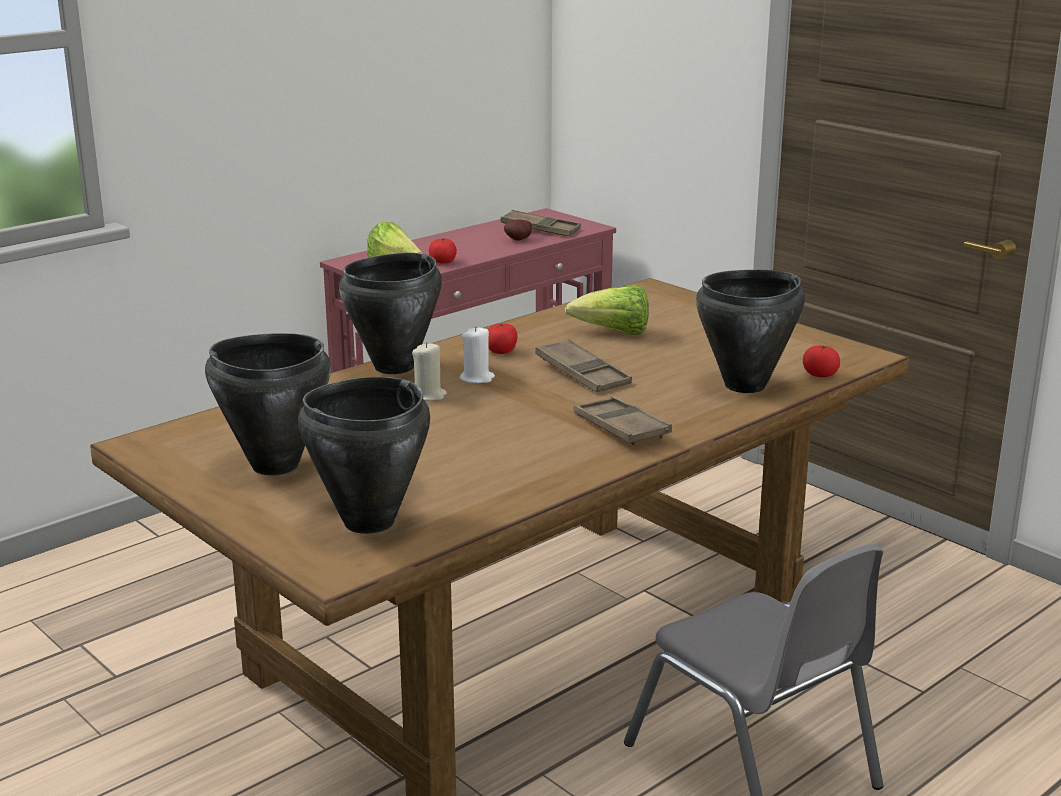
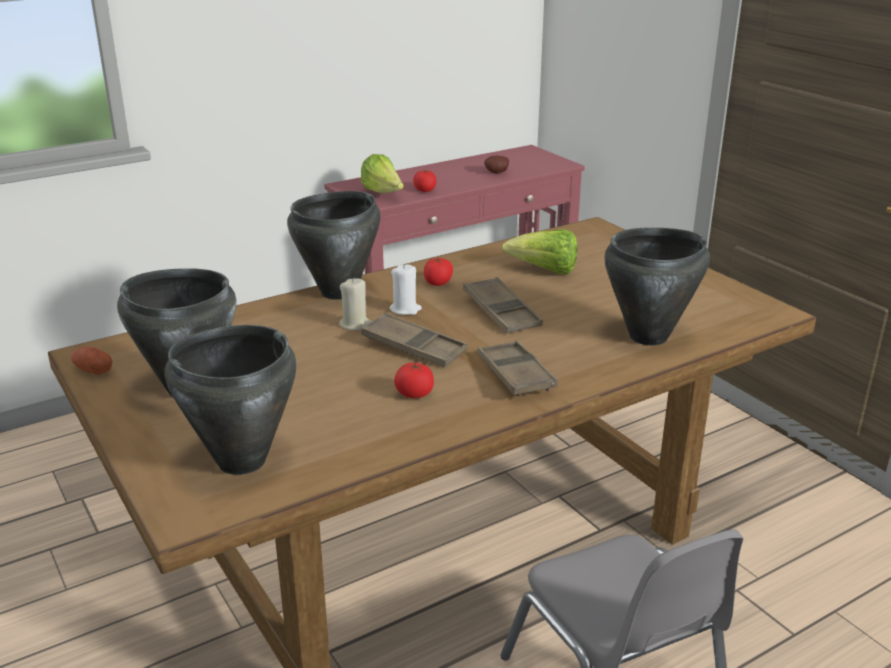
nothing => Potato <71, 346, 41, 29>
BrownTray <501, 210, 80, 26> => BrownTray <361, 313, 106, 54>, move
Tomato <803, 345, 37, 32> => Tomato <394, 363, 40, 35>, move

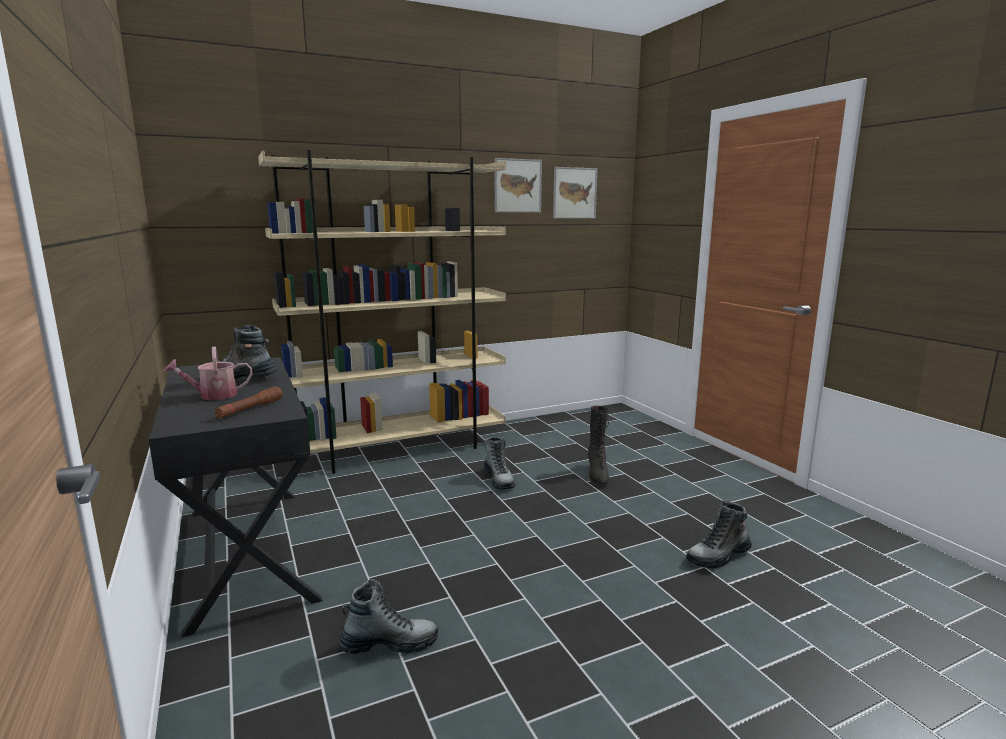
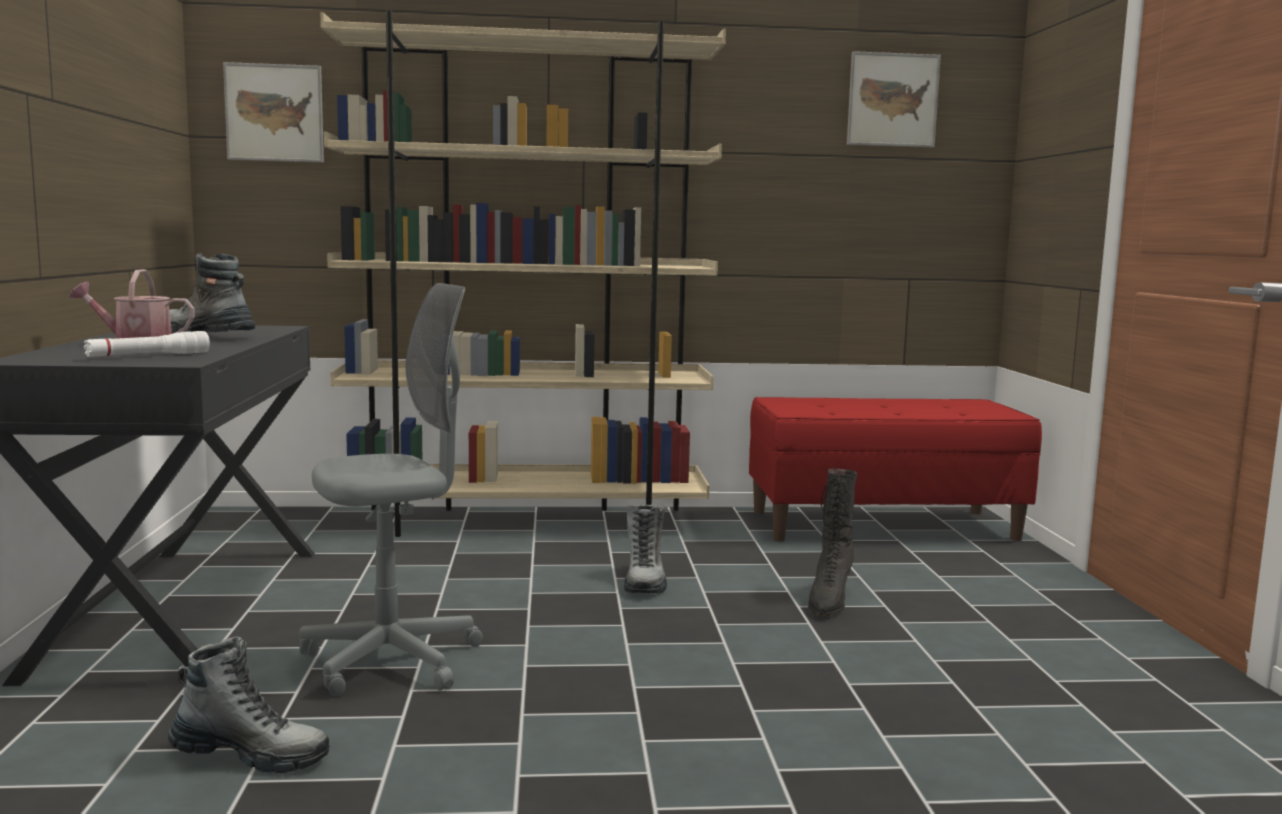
Boot <686, 500, 66, 69> => nothing
nothing => GreyOfficeChair <299, 283, 184, 414>
nothing => RedBench <749, 397, 293, 145>
Picture <495, 158, 47, 55> => Picture <223, 62, 101, 100>, move
BrownFlashlight <214, 386, 68, 33> => WhiteFlashlight <84, 331, 126, 26>

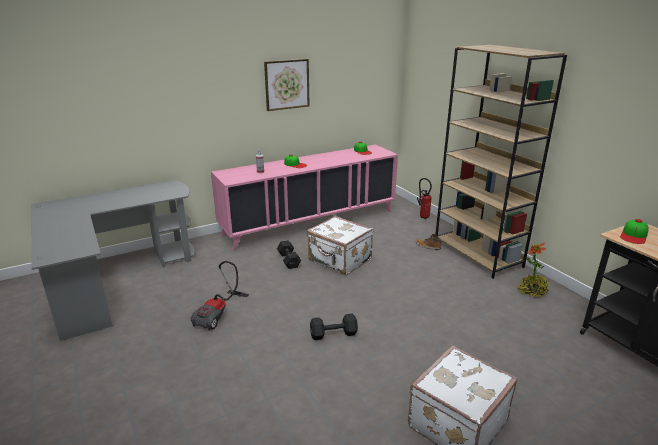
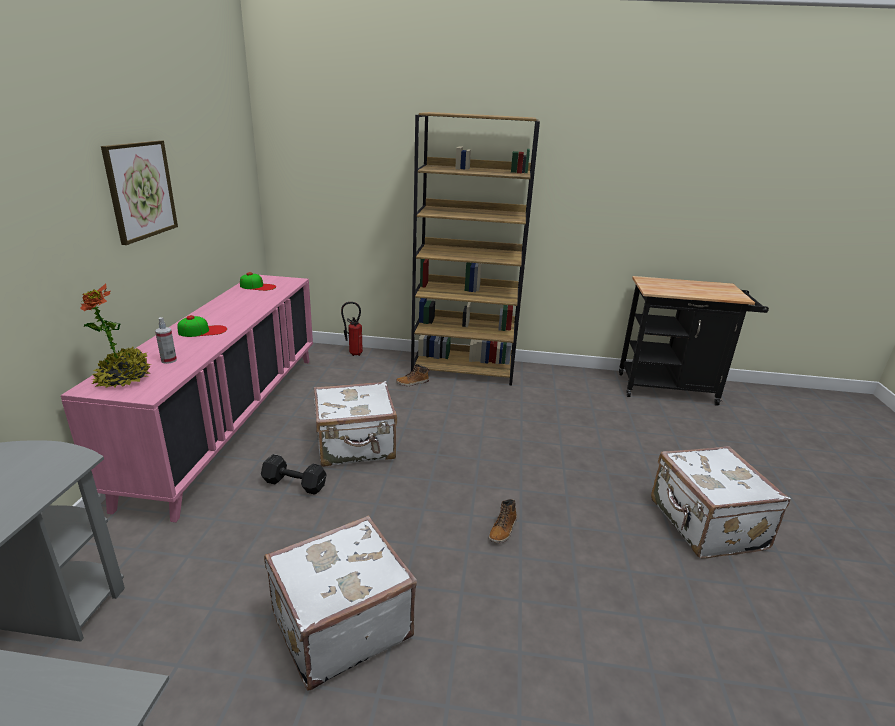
Cap <620, 219, 29, 25> => nothing
PottedPlant <517, 242, 32, 55> => PottedPlant <80, 283, 71, 105>, move
VacuumCleaner <190, 261, 59, 70> => WhiteSuitcase <264, 515, 153, 175>
BlackDumbbell <310, 314, 48, 26> => Boot <489, 499, 28, 44>

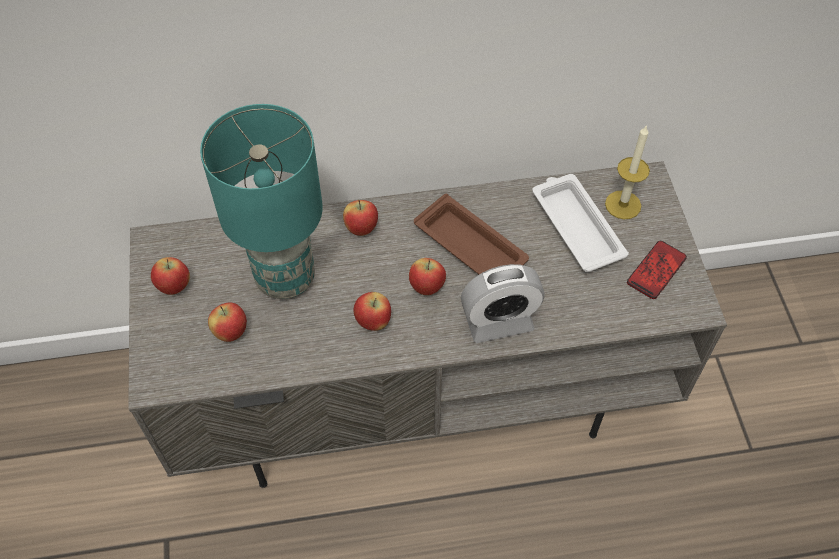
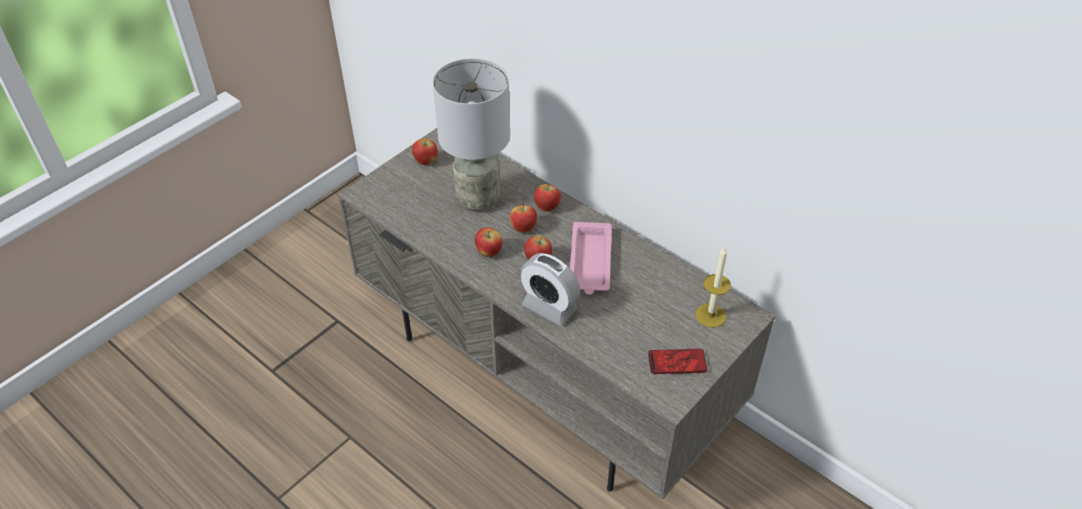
WhiteTray <532, 174, 97, 98> => nothing
Apple <208, 302, 39, 40> => Apple <510, 203, 27, 30>, move
TurquoiseTableLamp <200, 104, 123, 195> => GreyTableLamp <433, 58, 77, 153>
BrownTray <414, 194, 115, 81> => PinkTray <570, 222, 42, 73>

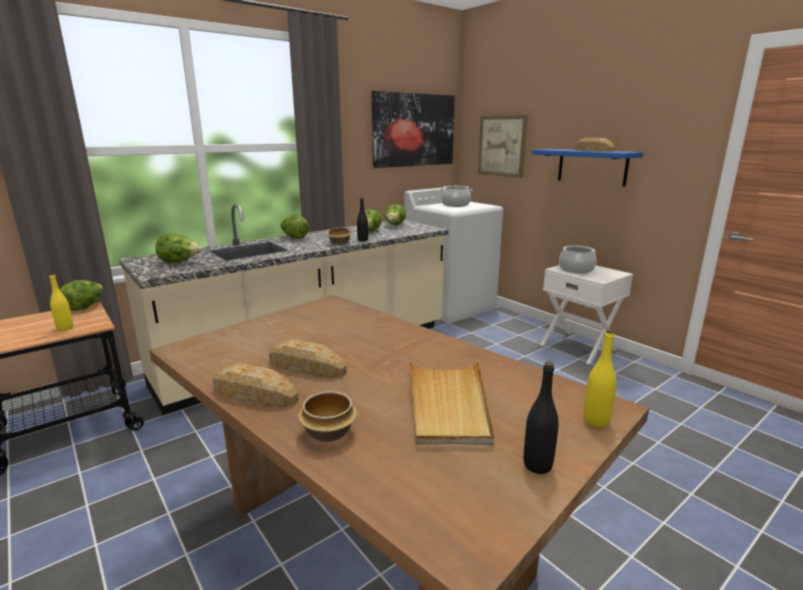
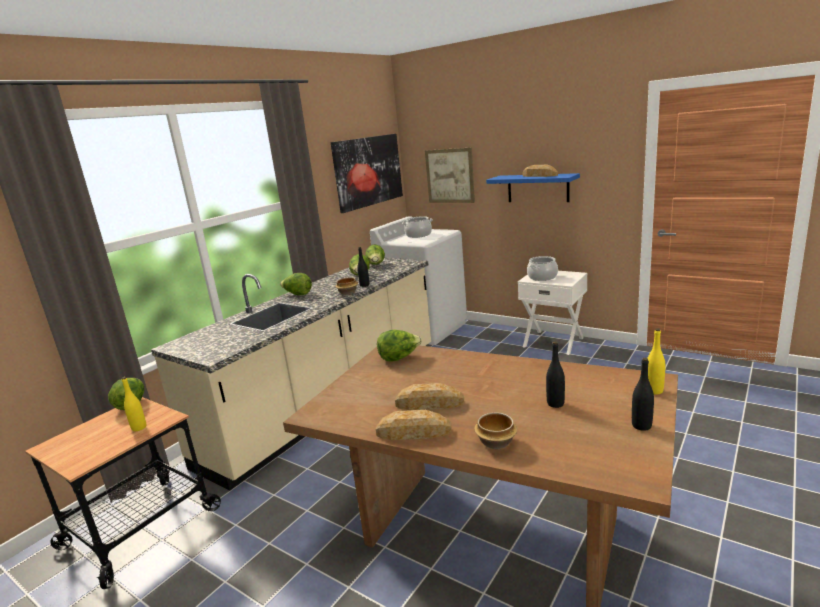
Lettuce <155, 234, 47, 29> => Lettuce <377, 330, 45, 32>, move
BeigeTray <409, 360, 85, 85> => BlackBottle <546, 341, 19, 67>

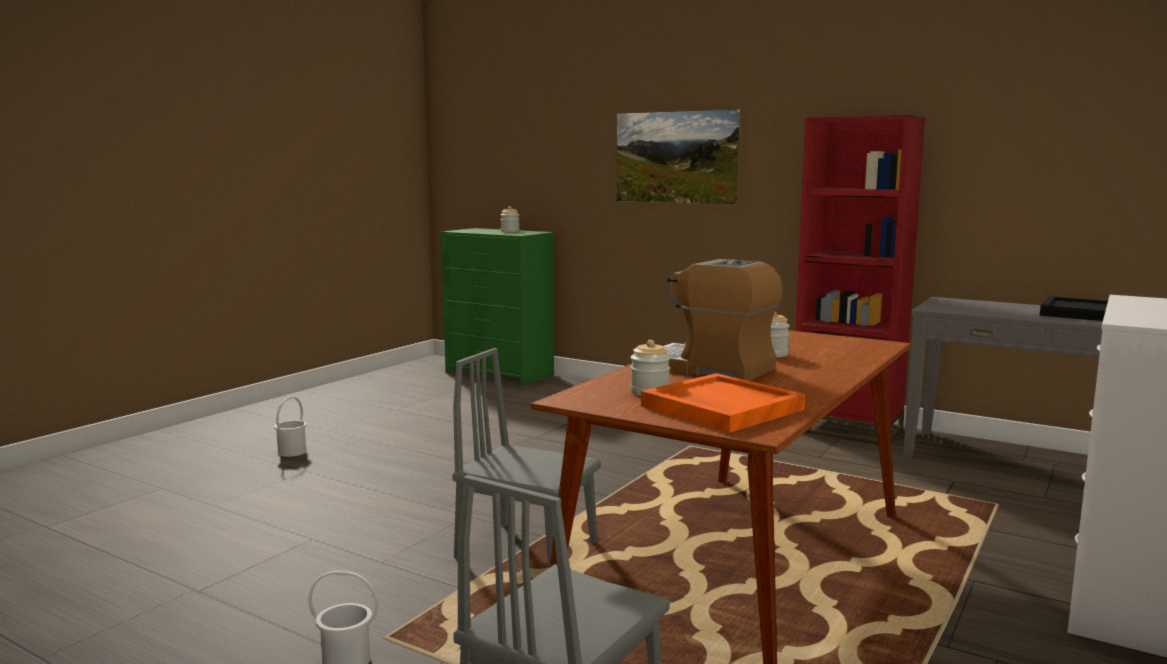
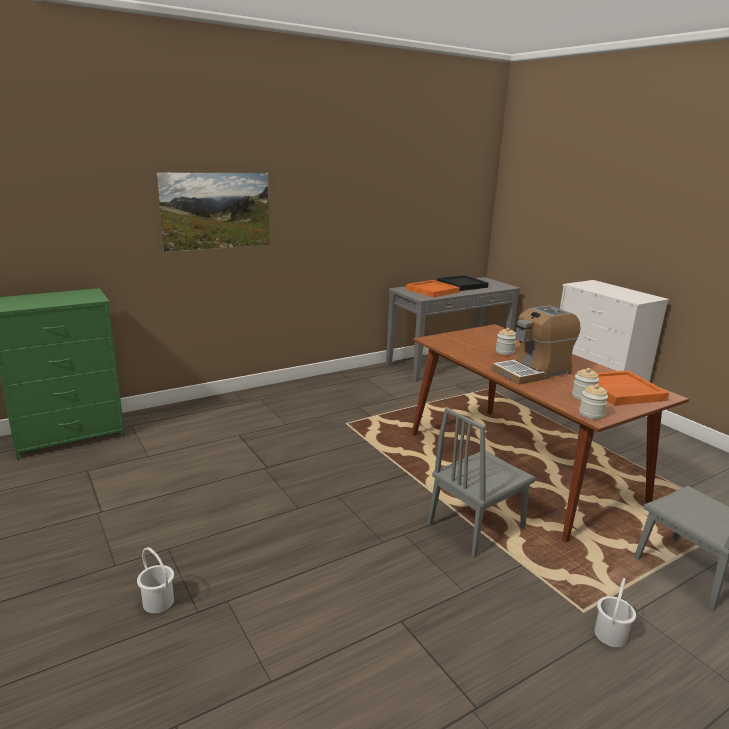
RedBookcase <795, 115, 131, 330> => nothing
nothing => OrangeTray <406, 280, 54, 18>
Jar <501, 206, 18, 26> => Jar <579, 384, 29, 35>, move

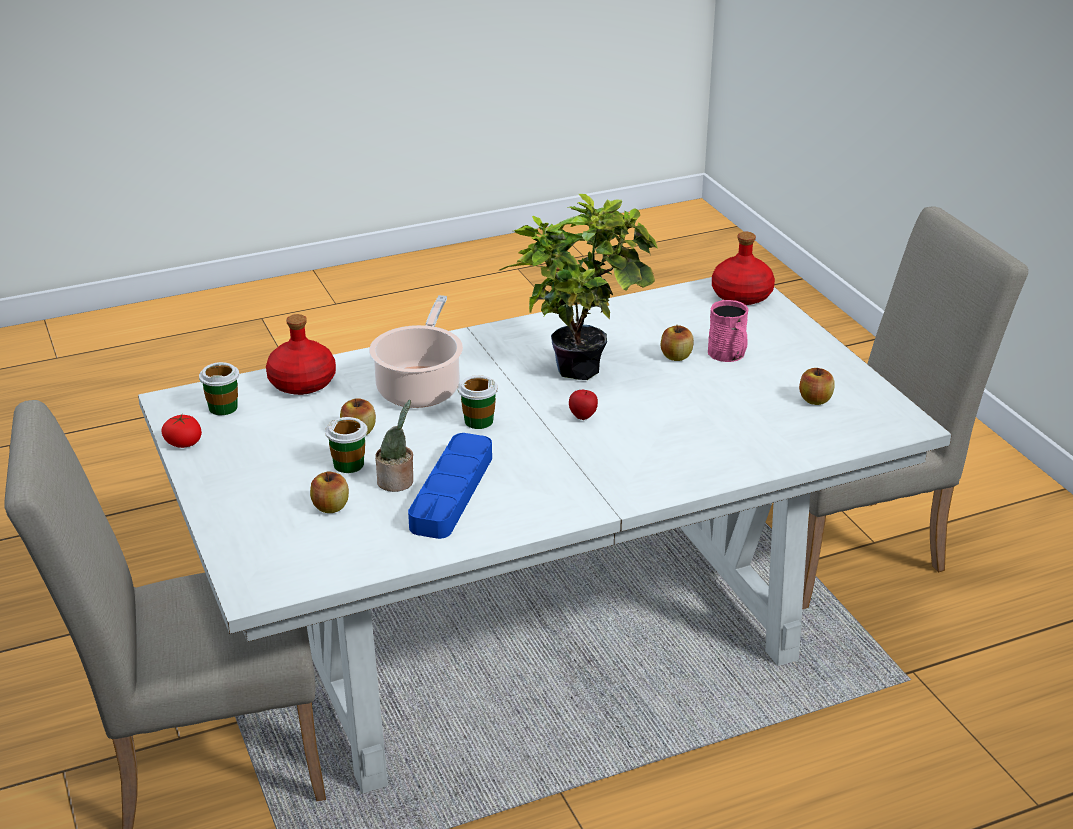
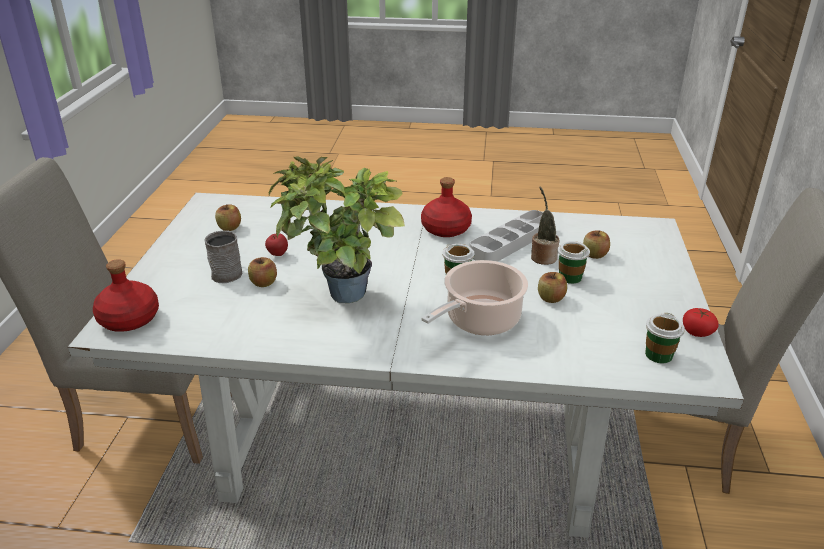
RedBottle <266, 314, 70, 81> => RedBottle <421, 177, 51, 60>, move
Apple <569, 390, 29, 30> => Apple <265, 233, 23, 23>, move
BlueTray <408, 433, 84, 106> => GreyTray <470, 210, 73, 52>
PinkMug <708, 300, 41, 62> => GreyMug <204, 231, 39, 52>

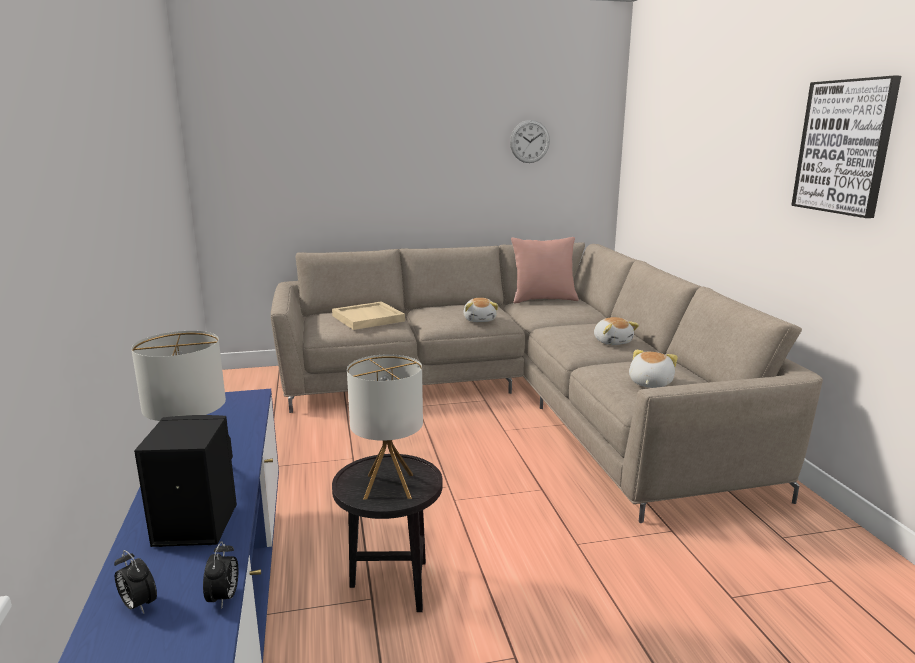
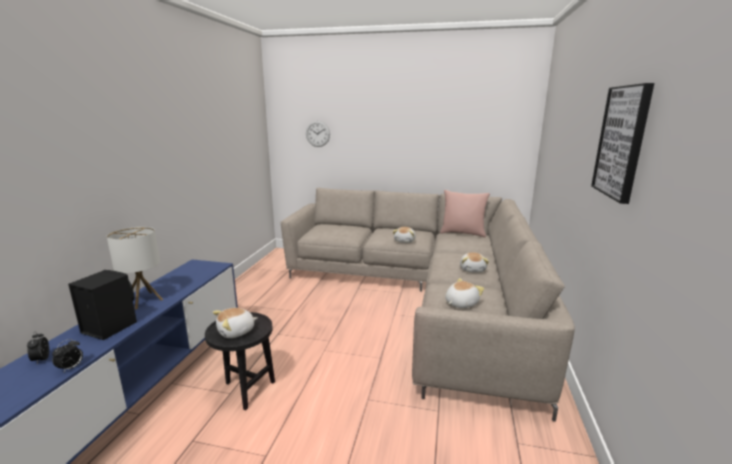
BeigeTray <332, 302, 73, 28> => nothing
WallClock <510, 120, 40, 43> => WallClock <306, 121, 24, 26>, move
TableLamp <347, 354, 76, 146> => PlushToy <213, 308, 44, 30>

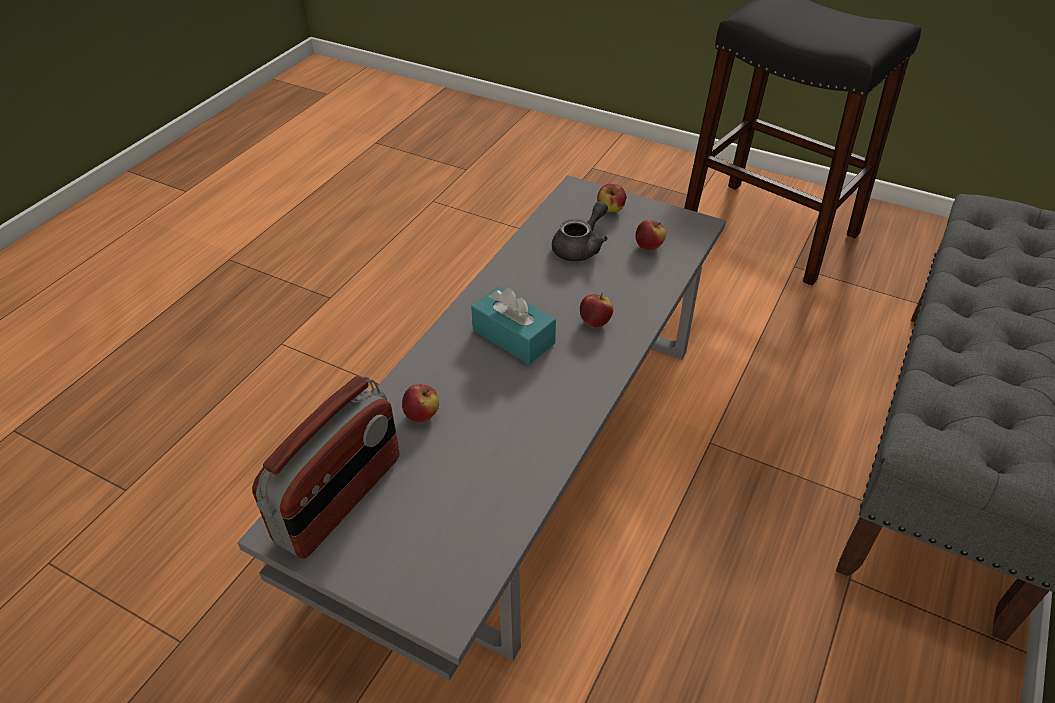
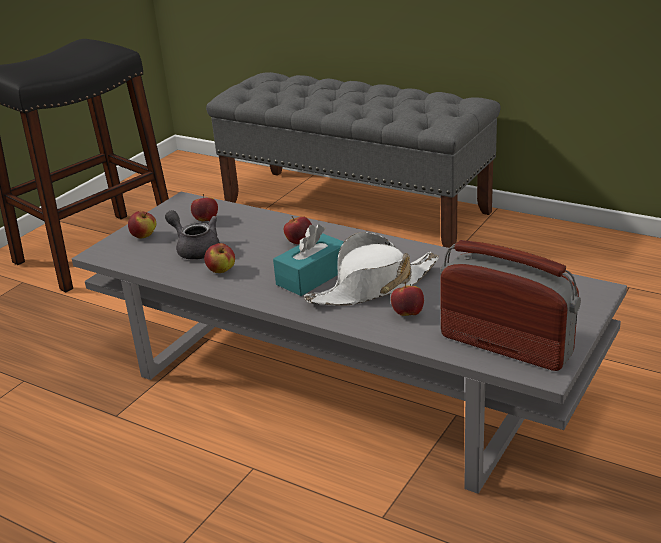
nothing => Apple <204, 243, 31, 30>
nothing => WhiteHat <304, 232, 135, 74>

